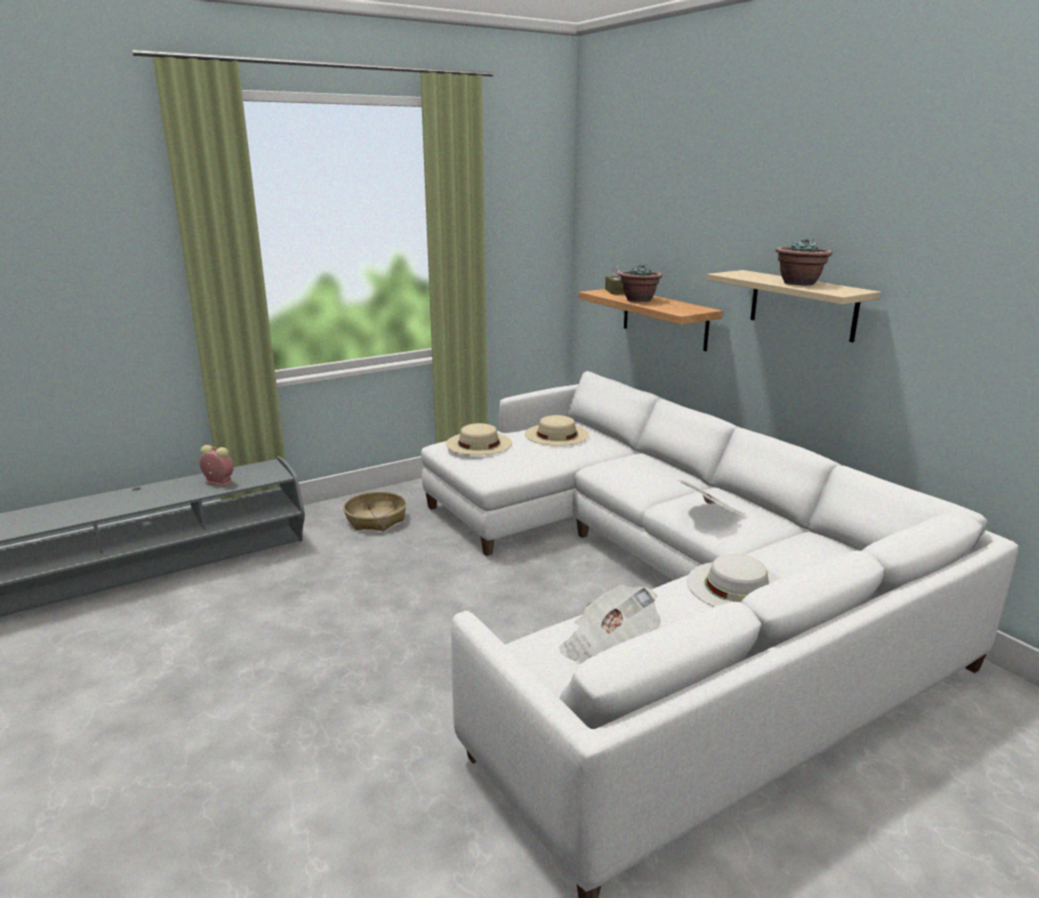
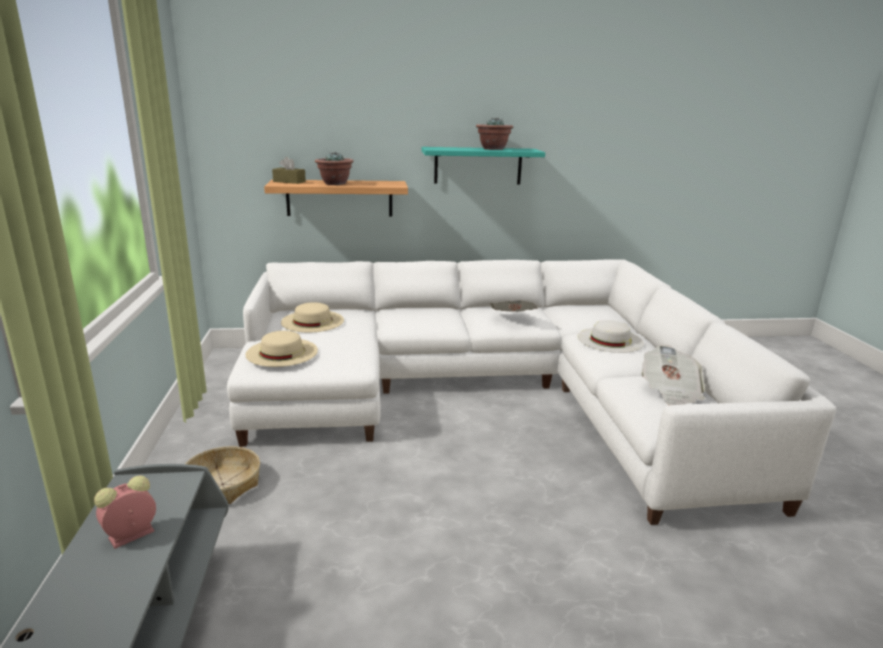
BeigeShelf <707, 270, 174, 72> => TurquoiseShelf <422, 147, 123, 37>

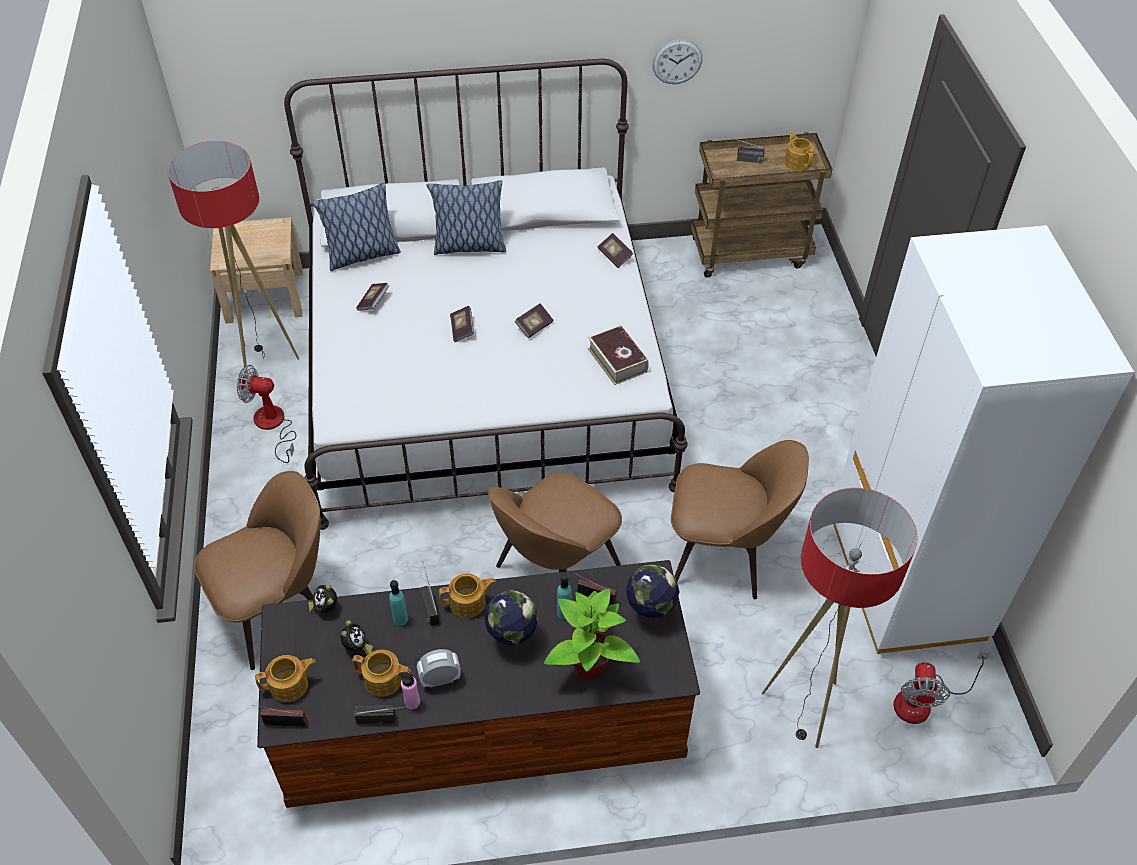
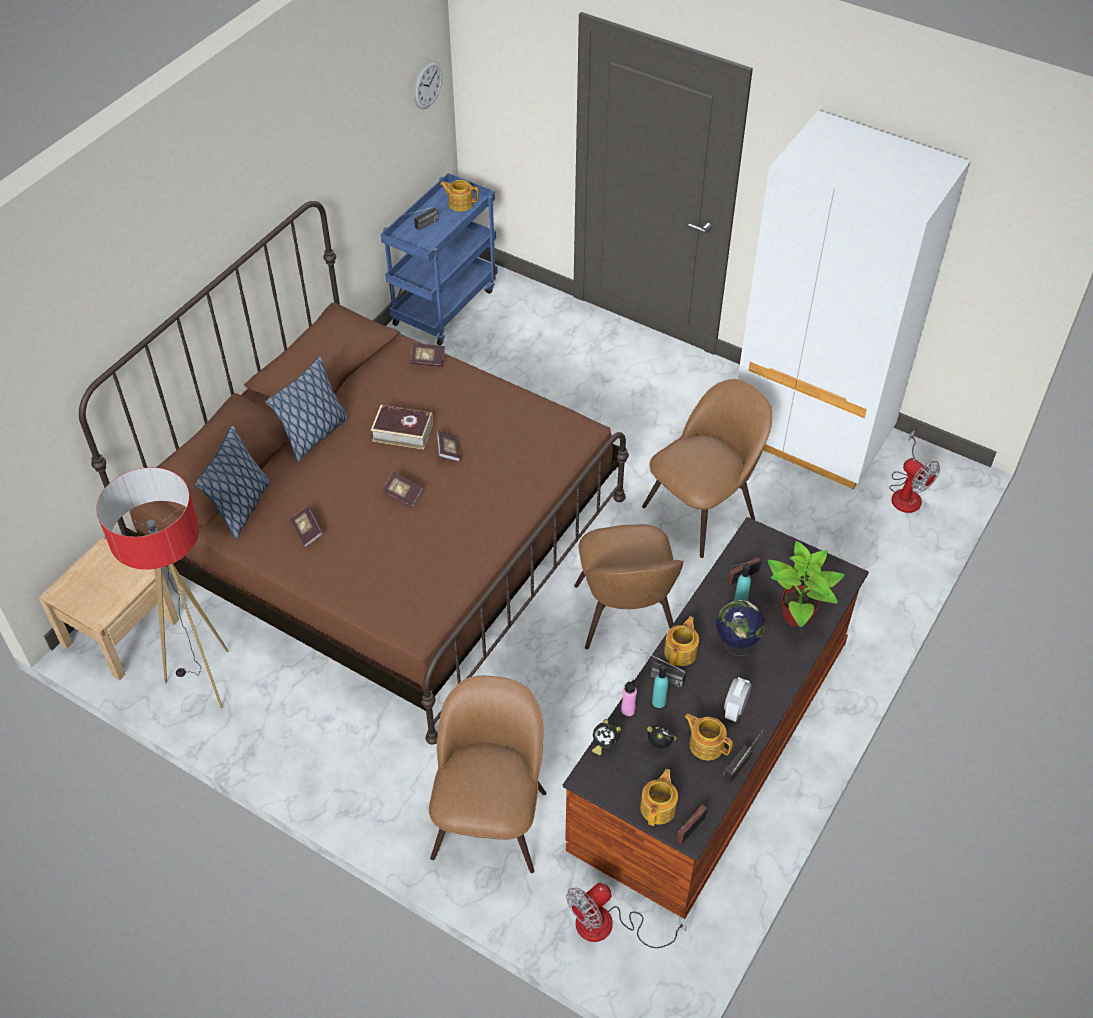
Globe <626, 565, 53, 63> => nothing
FloorLamp <762, 488, 156, 260> => nothing
Fan <237, 365, 59, 98> => Fan <566, 883, 121, 65>, move
PinkBottle <399, 672, 21, 37> => PinkBottle <621, 679, 16, 37>, move
Book <588, 325, 61, 60> => Book <371, 405, 62, 45>, move
WallClock <652, 39, 50, 45> => WallClock <414, 61, 28, 48>, move
WhiteBed <284, 59, 404, 471> => BrownBed <79, 201, 550, 544>
BrownCart <691, 132, 141, 145> => BlueCart <381, 173, 116, 172>
Teapot <352, 650, 58, 47> => Teapot <684, 714, 49, 46>, 105 degrees counterclockwise

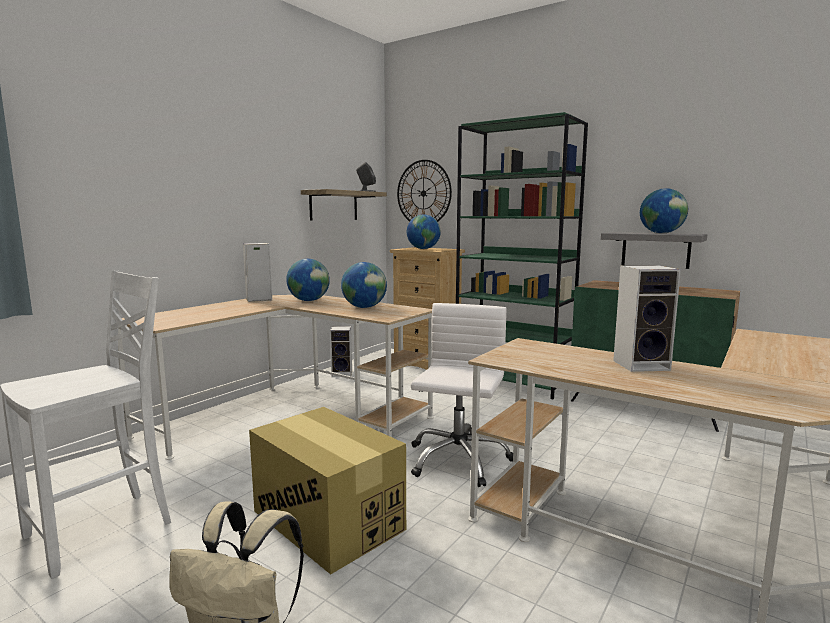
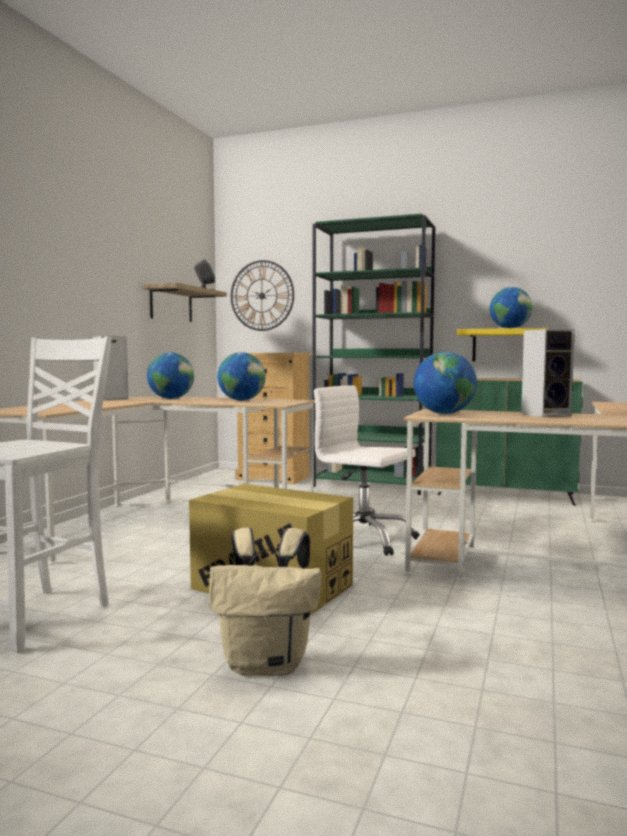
Speaker <330, 326, 22, 51> => nothing
Globe <407, 214, 34, 35> => Globe <414, 352, 63, 62>, move
GreyShelf <601, 232, 107, 37> => YellowShelf <457, 328, 91, 34>
WhiteOfficeChair <411, 303, 102, 184> => WhiteOfficeChair <314, 386, 106, 170>, 60 degrees counterclockwise

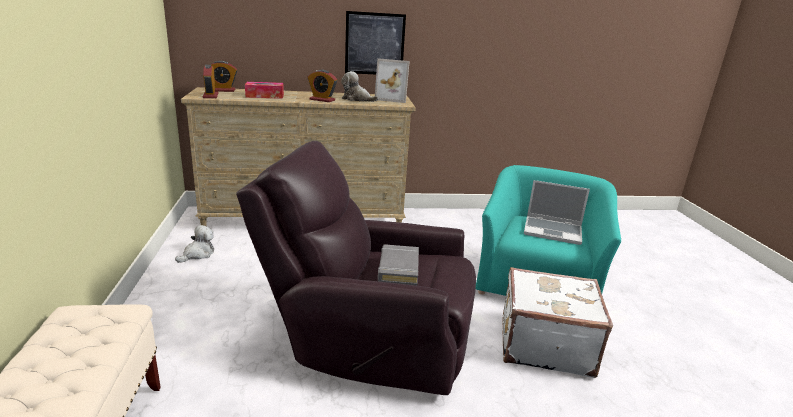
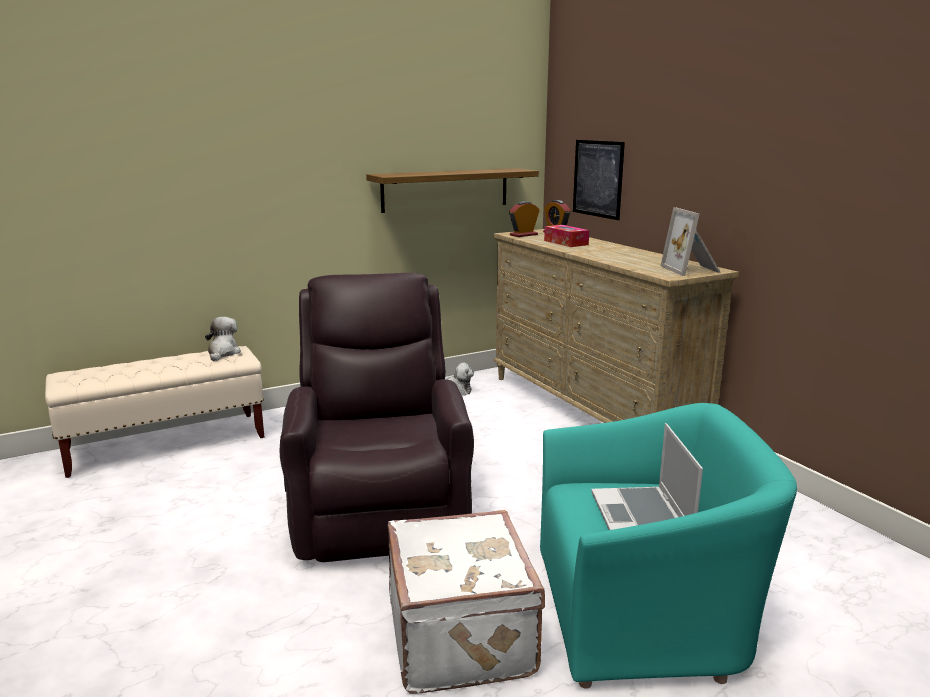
AlarmClock <308, 70, 29, 32> => nothing
GreyBook <378, 244, 41, 42> => nothing
nothing => Shelf <366, 168, 173, 45>
PlushToy <341, 71, 38, 31> => PlushToy <205, 317, 36, 44>, move
Picture <345, 11, 61, 63> => Picture <573, 140, 52, 80>, move

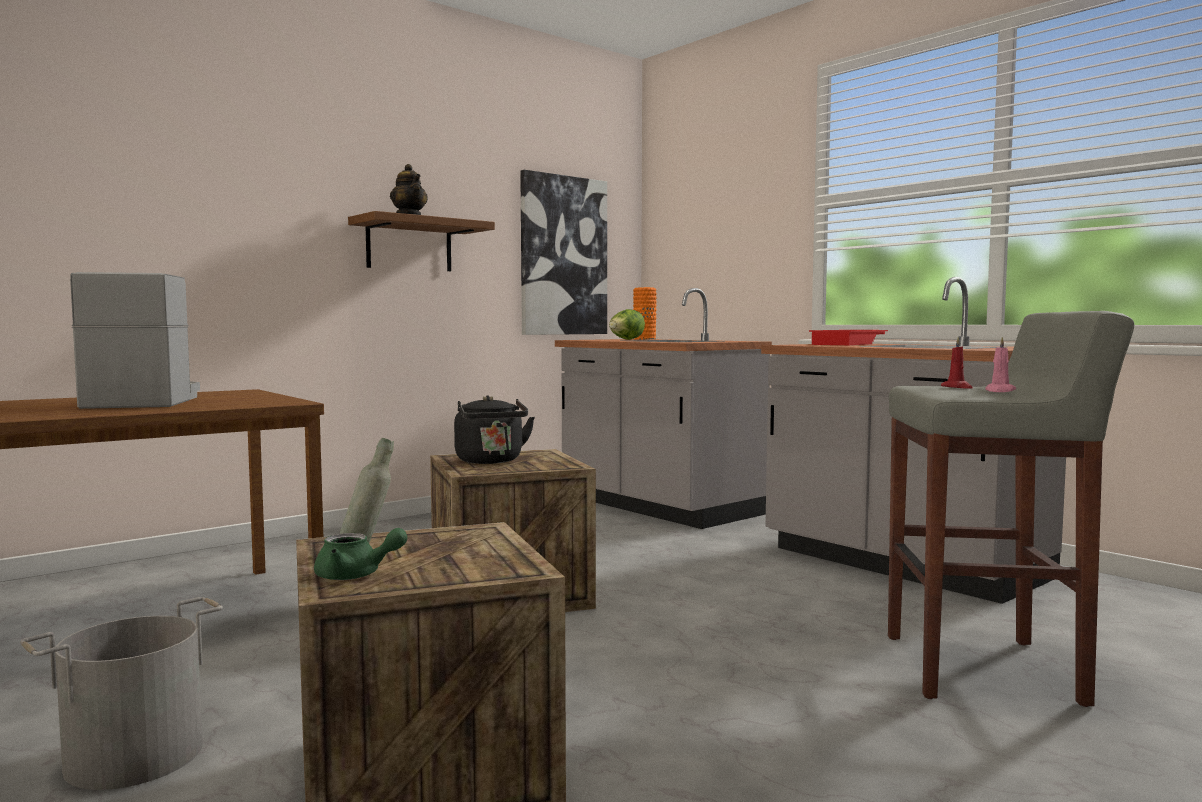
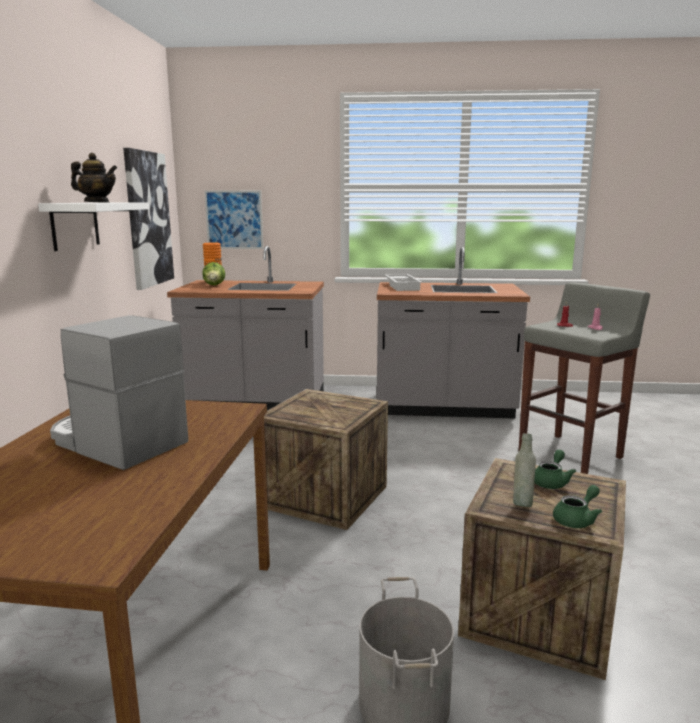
BlackKettle <454, 395, 81, 69> => nothing
nothing => Picture <204, 190, 59, 59>
nothing => GreenTeapot <534, 450, 42, 39>
BrownShelf <348, 211, 147, 60> => WhiteShelf <38, 202, 111, 49>
RedTray <809, 330, 79, 15> => WhiteTray <384, 274, 38, 17>

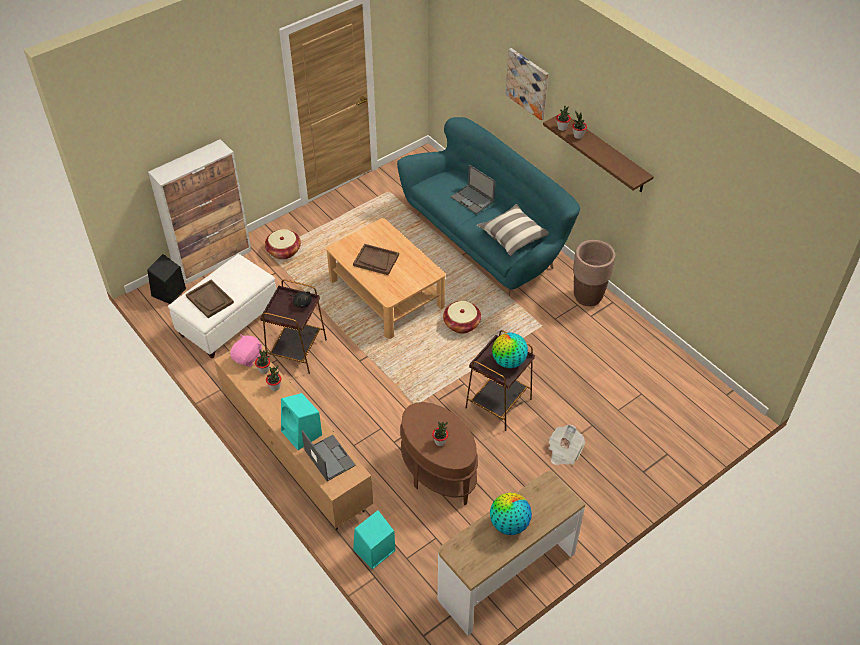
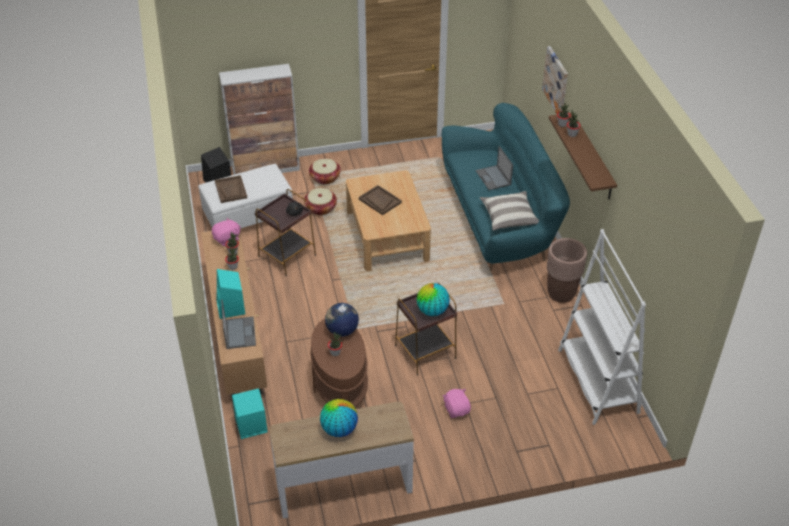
nothing => Globe <325, 303, 34, 34>
nothing => WhiteBookcase <558, 229, 88, 196>
Basket <443, 301, 38, 32> => Basket <304, 188, 33, 27>, move
Newspaper <548, 424, 37, 41> => PinkPlushToy <443, 389, 28, 29>

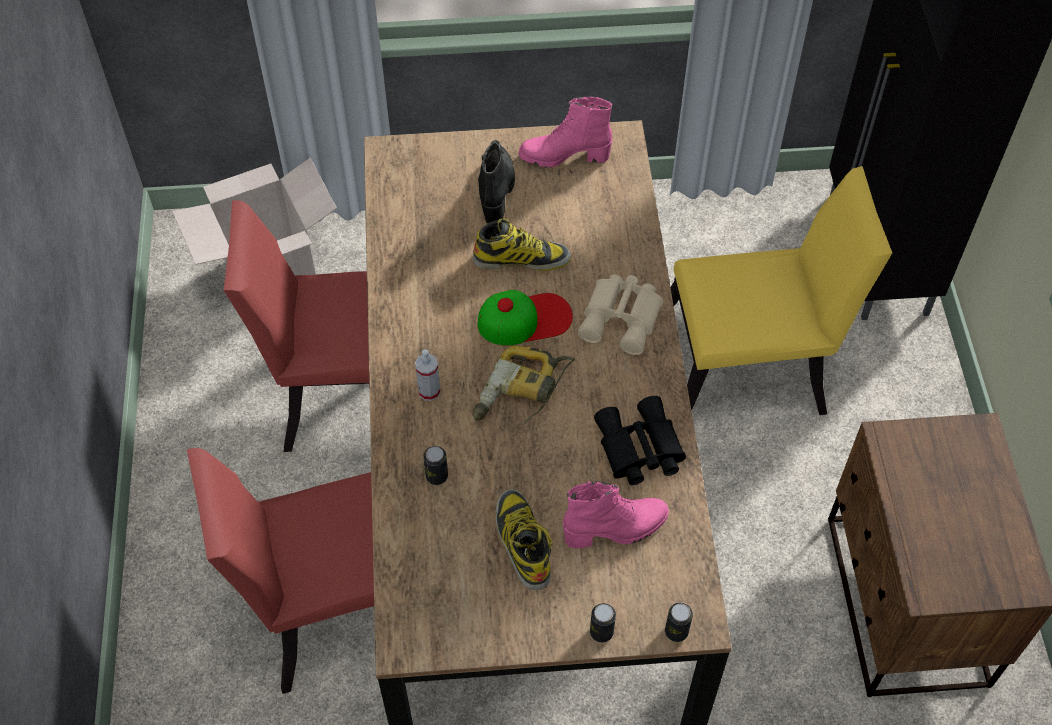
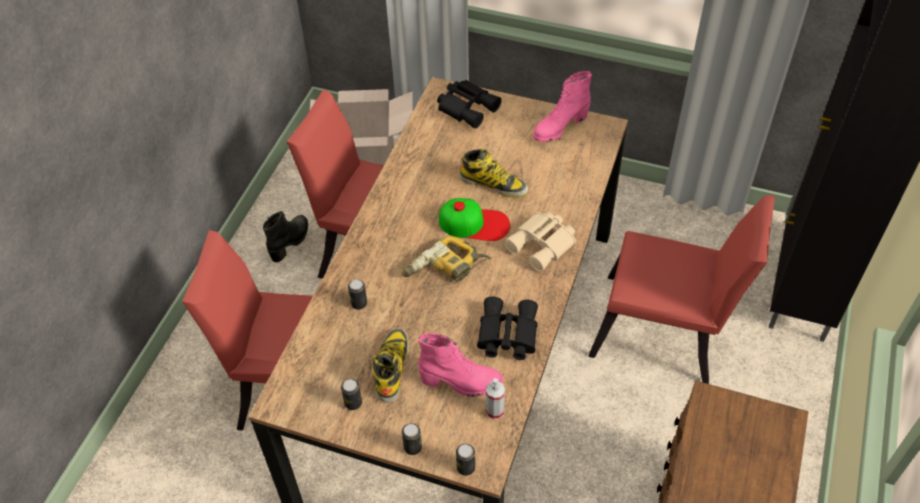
nothing => Can <341, 379, 21, 31>
nothing => BlackBinoculars <437, 80, 65, 49>
SprayBottle <415, 349, 26, 52> => SprayBottle <486, 378, 19, 41>, move
BlackBoot <478, 140, 37, 83> => BlackBoot <263, 211, 45, 51>, move
YellowChair <670, 166, 222, 249> => RedChair <588, 195, 187, 189>
PinkBoot <519, 96, 93, 72> => PinkBoot <533, 71, 59, 71>, 60 degrees counterclockwise

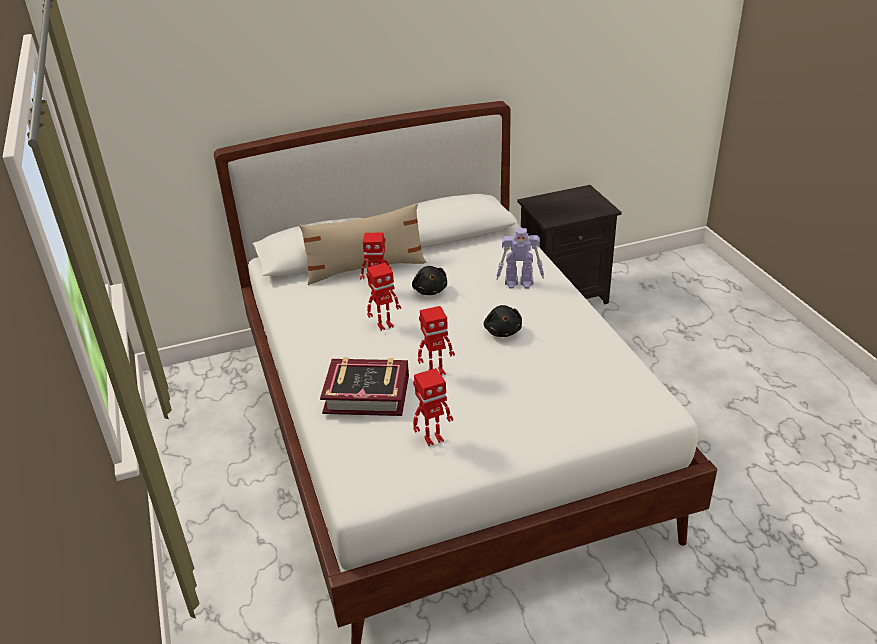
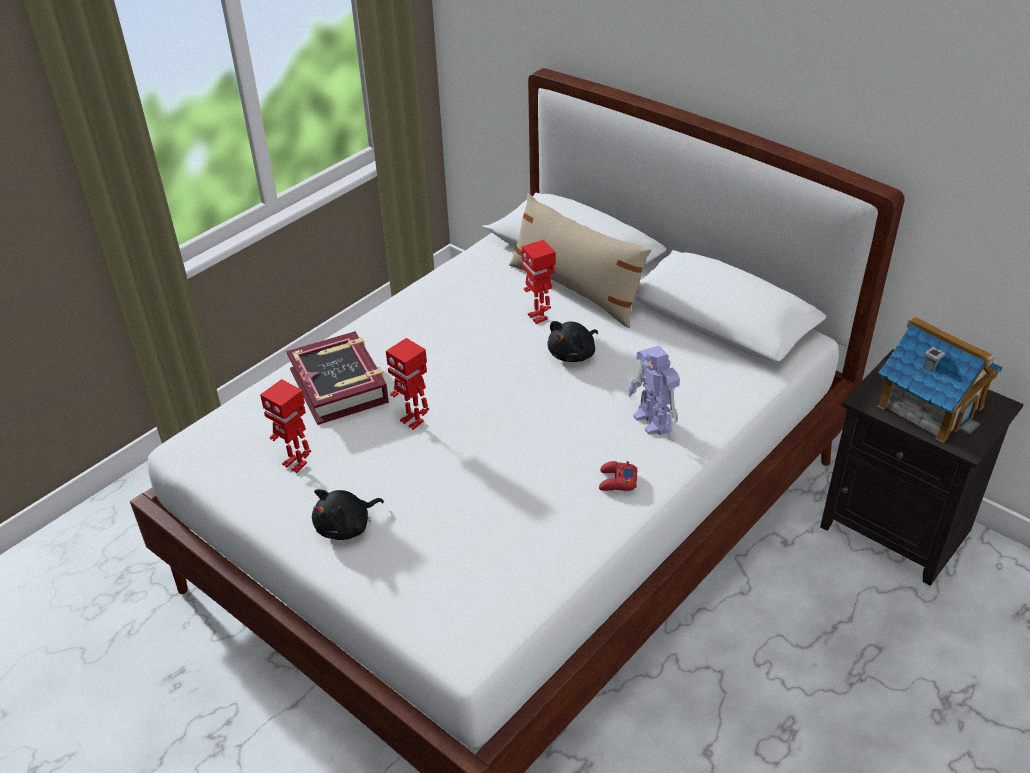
ToyRobot <366, 263, 35, 68> => nothing
nothing => RedGameController <599, 461, 38, 30>
nothing => ToyHouse <878, 316, 125, 127>
BlackPlushToy <484, 305, 38, 32> => BlackPlushToy <312, 489, 72, 51>, move

